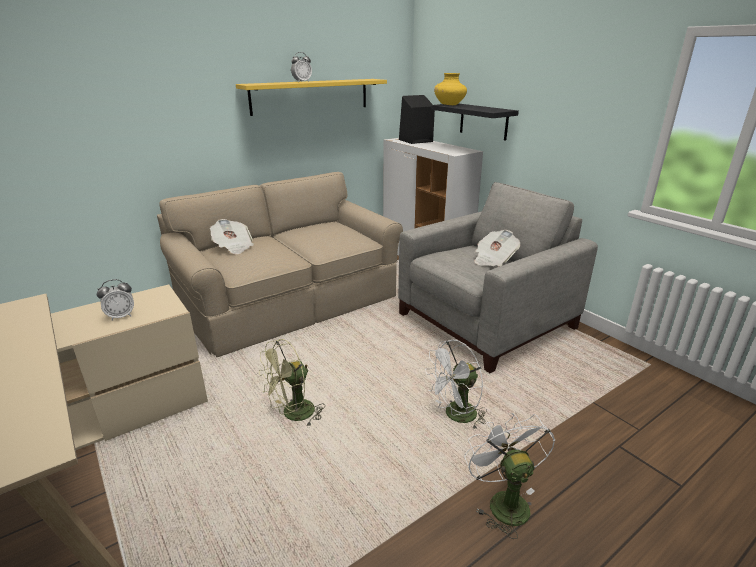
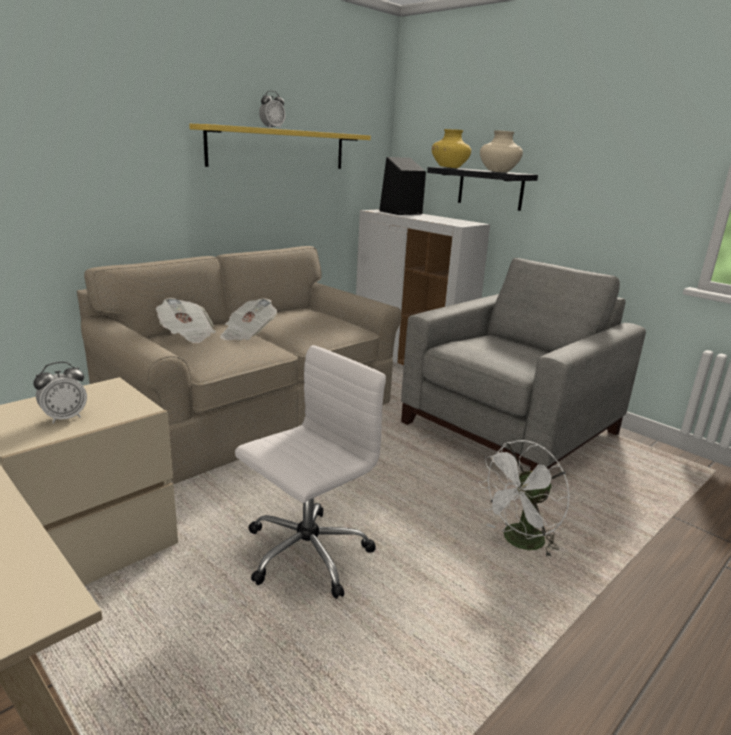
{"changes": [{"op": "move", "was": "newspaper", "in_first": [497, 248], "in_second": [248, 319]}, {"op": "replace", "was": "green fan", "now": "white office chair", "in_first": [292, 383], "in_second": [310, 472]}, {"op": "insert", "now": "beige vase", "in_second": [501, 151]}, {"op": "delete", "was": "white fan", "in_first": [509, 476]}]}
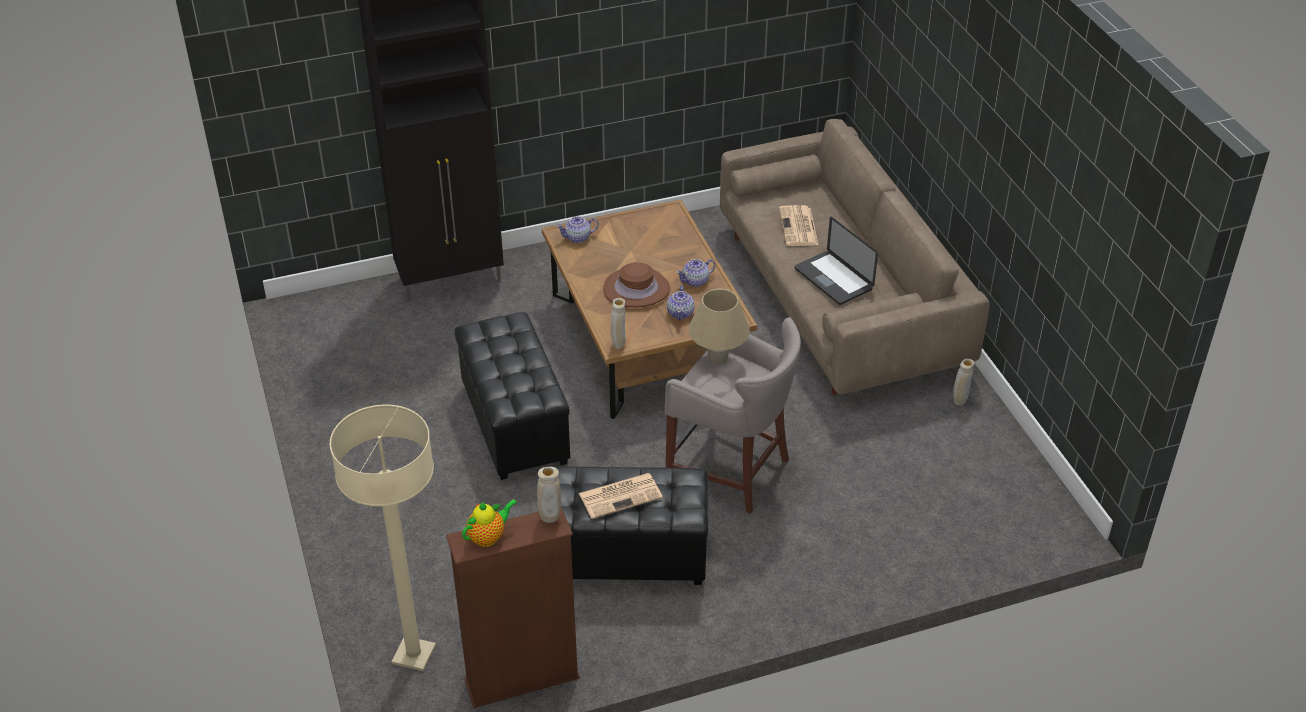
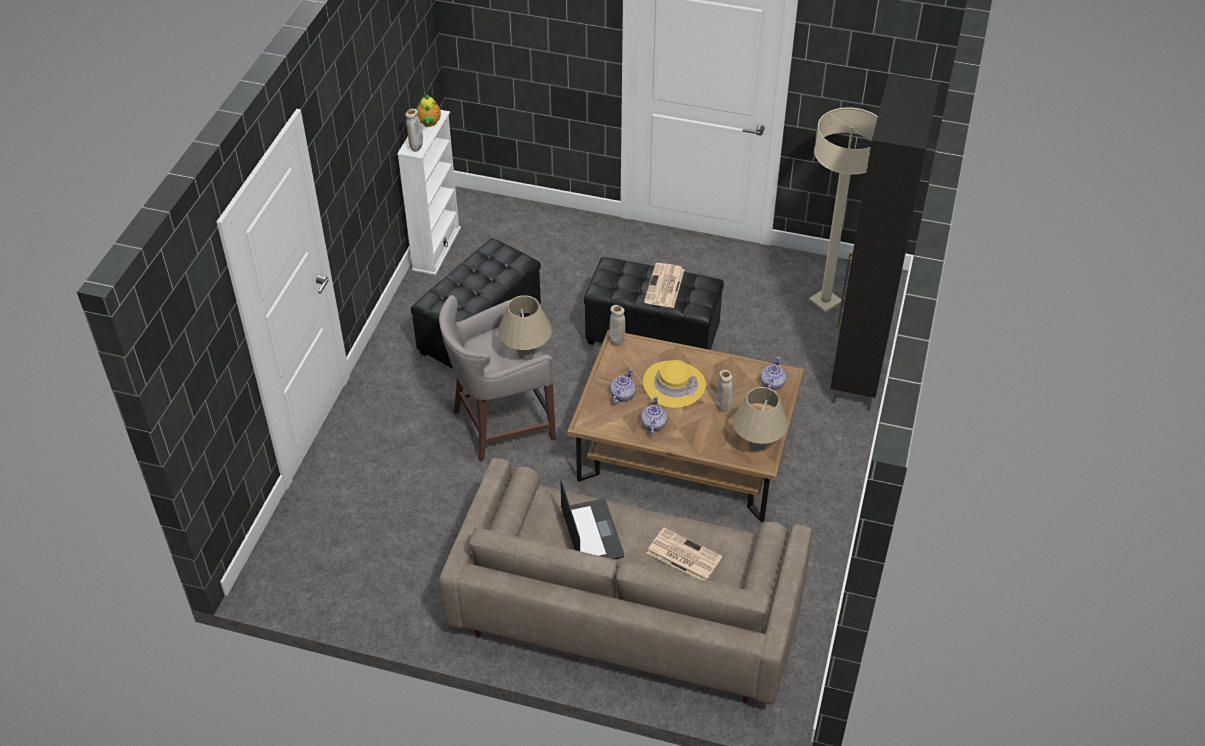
{"changes": [{"op": "recolor", "was": "brown bookcase", "now": "white bookcase", "in_first": [513, 607], "in_second": [429, 192]}, {"op": "rotate", "was": "laptop", "in_first": [836, 261], "in_second": [592, 520], "clockwise": 75}, {"op": "rotate", "was": "teapot", "in_first": [681, 302], "in_second": [623, 386], "clockwise": 75}, {"op": "recolor", "was": "brown hat", "now": "yellow hat", "in_first": [636, 284], "in_second": [674, 384]}, {"op": "move", "was": "newspaper", "in_first": [621, 496], "in_second": [664, 285]}, {"op": "move", "was": "beige vase", "in_first": [964, 382], "in_second": [724, 391]}, {"op": "insert", "now": "beige table lamp", "in_second": [760, 419]}, {"op": "move", "was": "beige floor lamp", "in_first": [383, 537], "in_second": [843, 210]}]}
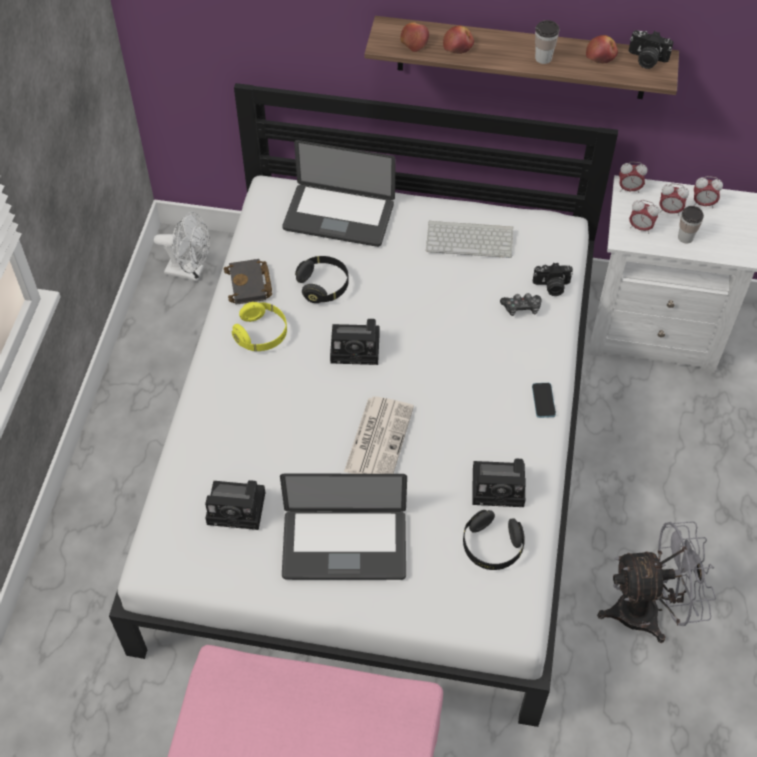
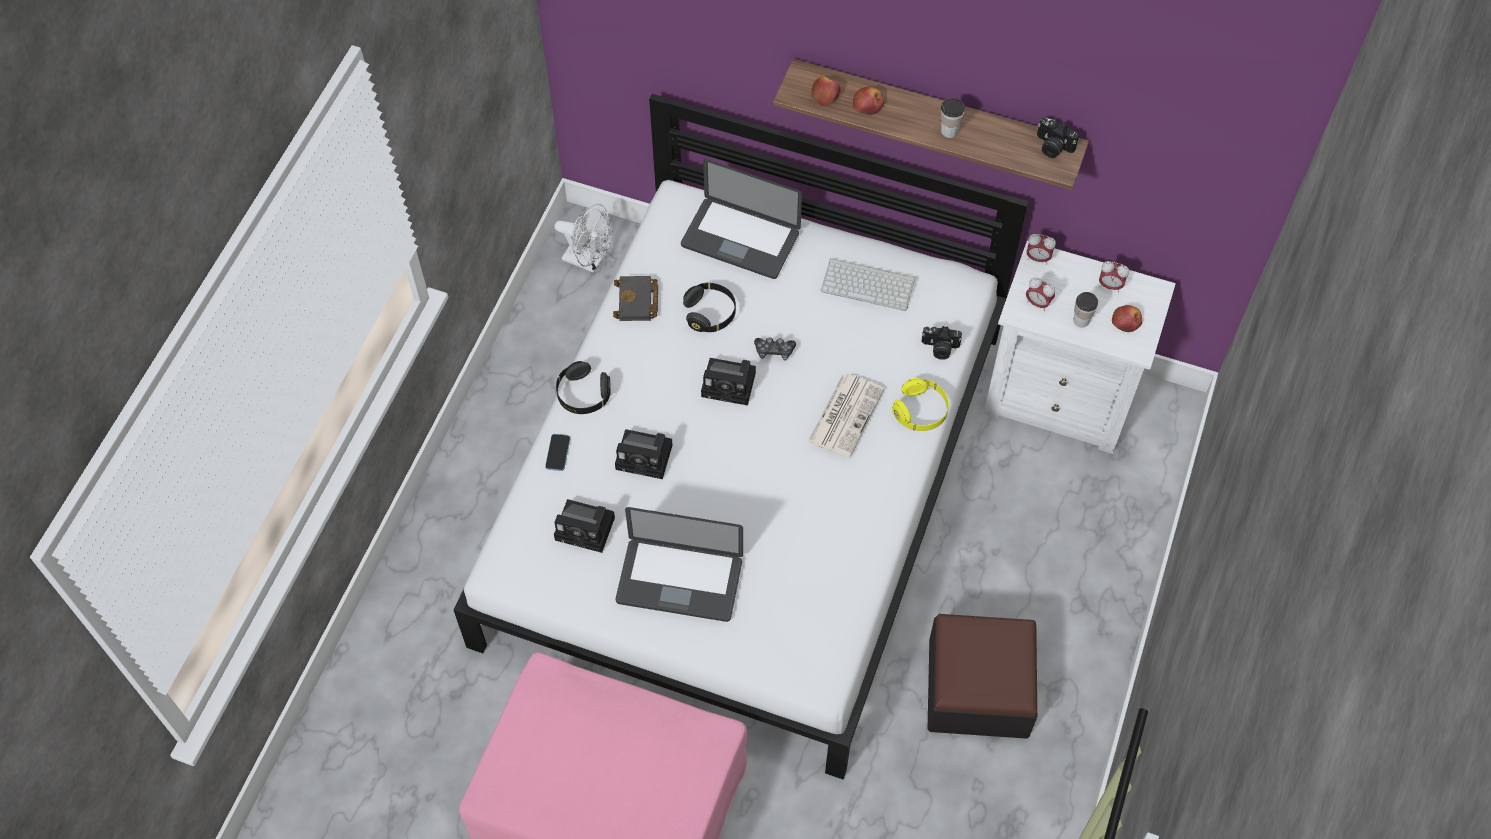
{"changes": [{"op": "move", "was": "phone", "in_first": [544, 400], "in_second": [557, 452]}, {"op": "move", "was": "black headphones", "in_first": [494, 540], "in_second": [583, 387]}, {"op": "move", "was": "photo camera", "in_first": [499, 483], "in_second": [643, 454]}, {"op": "move", "was": "game controller", "in_first": [520, 304], "in_second": [775, 348]}, {"op": "move", "was": "newspaper", "in_first": [379, 435], "in_second": [846, 416]}, {"op": "move", "was": "yellow headphones", "in_first": [259, 326], "in_second": [920, 404]}, {"op": "replace", "was": "grey fan", "now": "ottoman", "in_first": [656, 582], "in_second": [982, 676]}, {"op": "move", "was": "apple", "in_first": [602, 49], "in_second": [1127, 318]}, {"op": "delete", "was": "alarm clock", "in_first": [674, 199]}]}
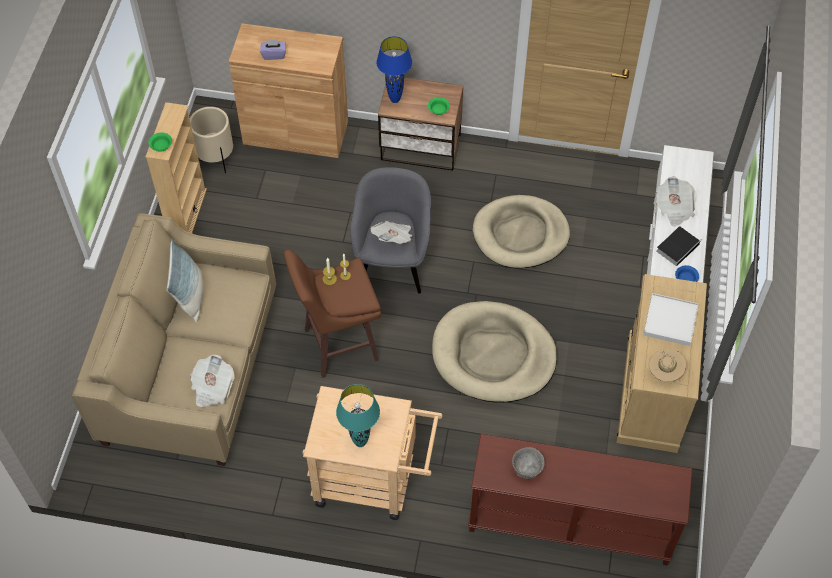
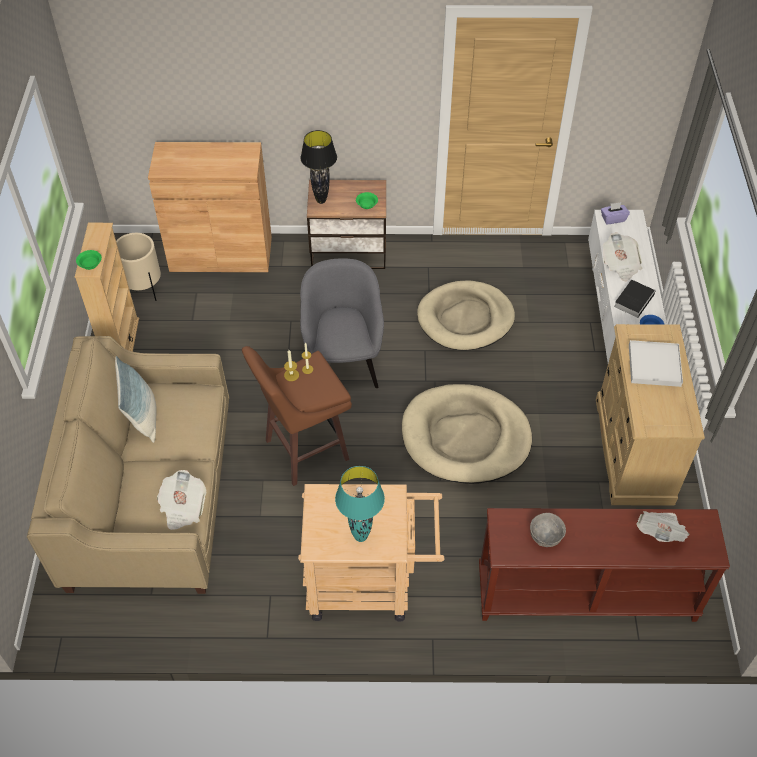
{"changes": [{"op": "recolor", "was": "blue table lamp", "now": "black table lamp", "in_first": [394, 69], "in_second": [319, 167]}, {"op": "move", "was": "purple tissue box", "in_first": [273, 49], "in_second": [615, 213]}, {"op": "move", "was": "newspaper", "in_first": [391, 232], "in_second": [663, 526]}, {"op": "delete", "was": "beige hat", "in_first": [667, 365]}]}
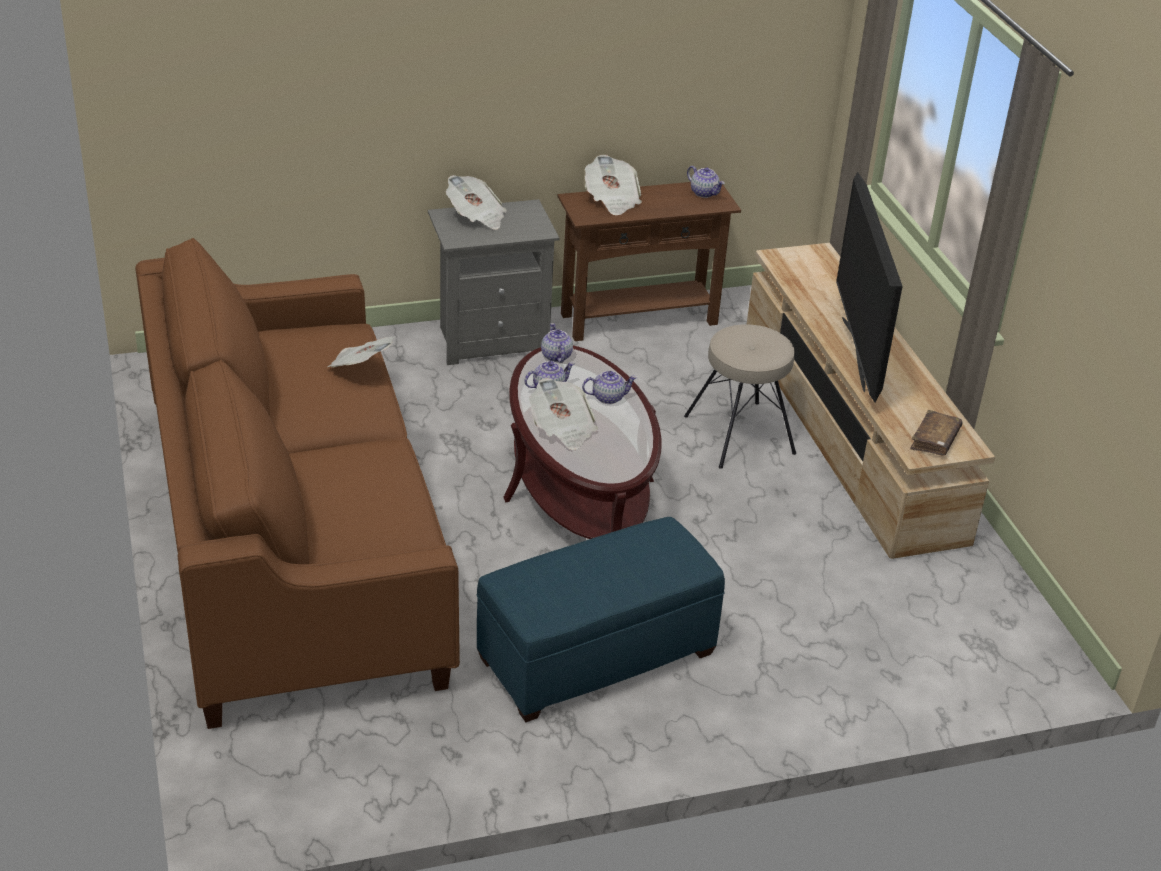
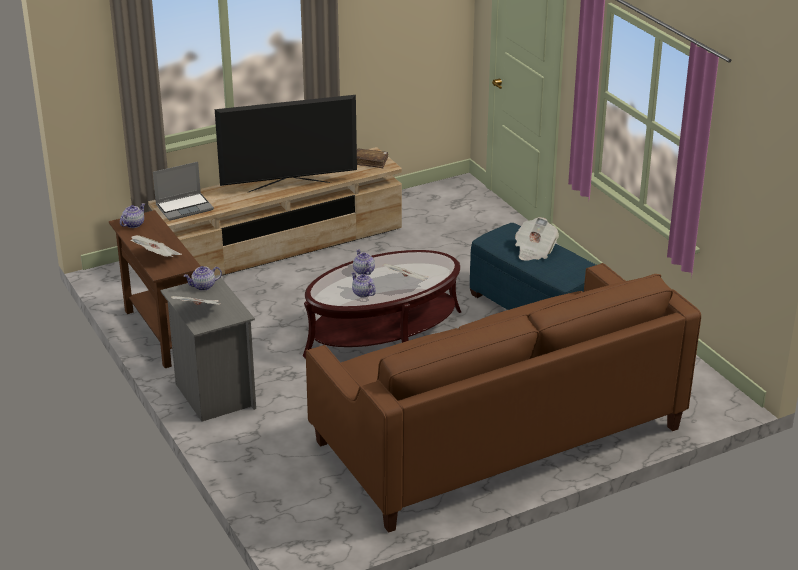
{"changes": [{"op": "insert", "now": "laptop", "in_second": [183, 191]}, {"op": "move", "was": "teapot", "in_first": [557, 343], "in_second": [203, 278]}, {"op": "move", "was": "newspaper", "in_first": [362, 351], "in_second": [537, 239]}, {"op": "delete", "was": "beige stool", "in_first": [740, 396]}]}
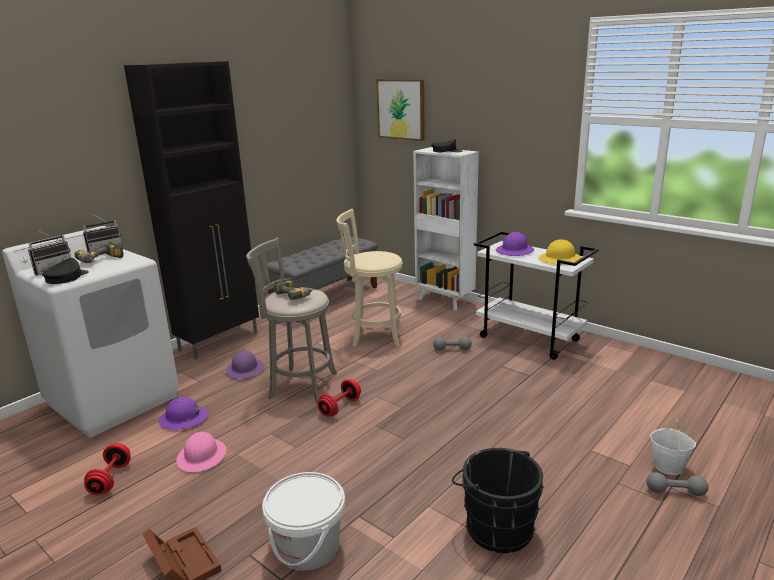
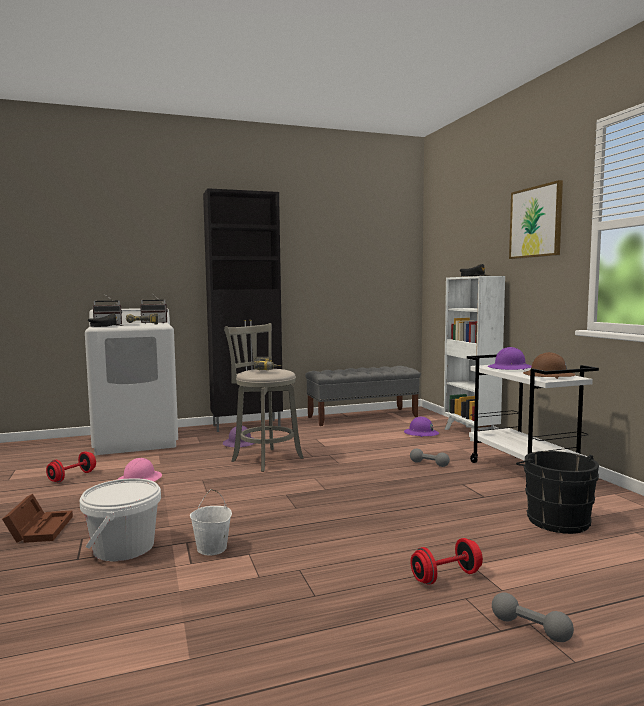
{"changes": [{"op": "move", "was": "white bucket", "in_first": [673, 447], "in_second": [211, 522]}, {"op": "move", "was": "purple hard hat", "in_first": [183, 413], "in_second": [421, 427]}, {"op": "move", "was": "red dumbbell", "in_first": [339, 397], "in_second": [446, 561]}, {"op": "move", "was": "picture", "in_first": [400, 110], "in_second": [536, 219]}, {"op": "move", "was": "black bucket", "in_first": [498, 500], "in_second": [557, 492]}, {"op": "recolor", "was": "yellow hard hat", "now": "brown hard hat", "in_first": [560, 252], "in_second": [549, 365]}, {"op": "delete", "was": "beige stool", "in_first": [369, 278]}]}
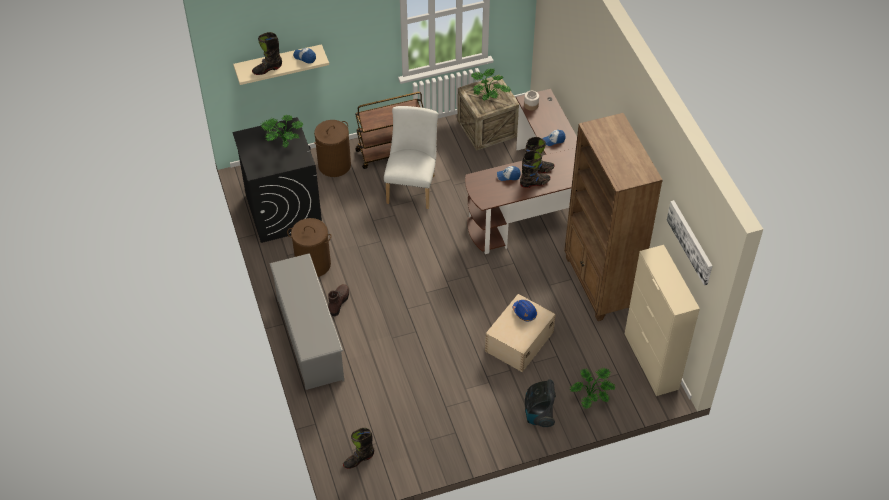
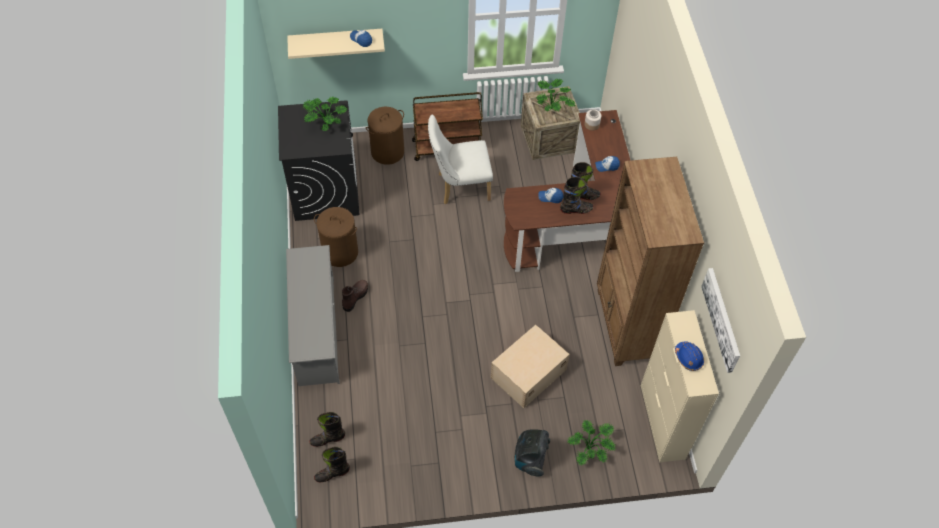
{"changes": [{"op": "move", "was": "black boot", "in_first": [267, 53], "in_second": [327, 429]}, {"op": "rotate", "was": "white chair", "in_first": [411, 157], "in_second": [460, 159], "clockwise": -120}, {"op": "move", "was": "blue hard hat", "in_first": [525, 311], "in_second": [689, 356]}]}
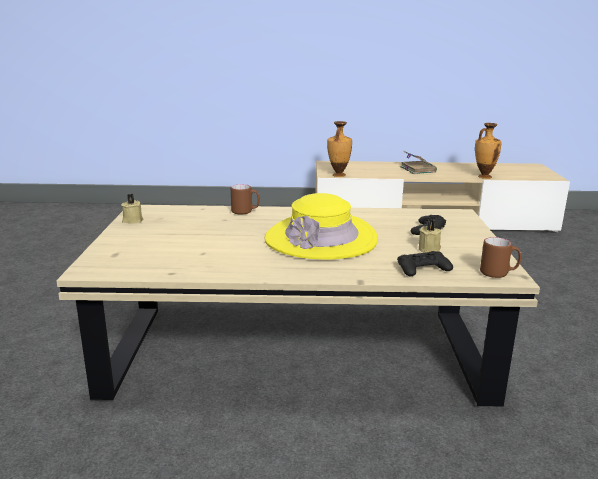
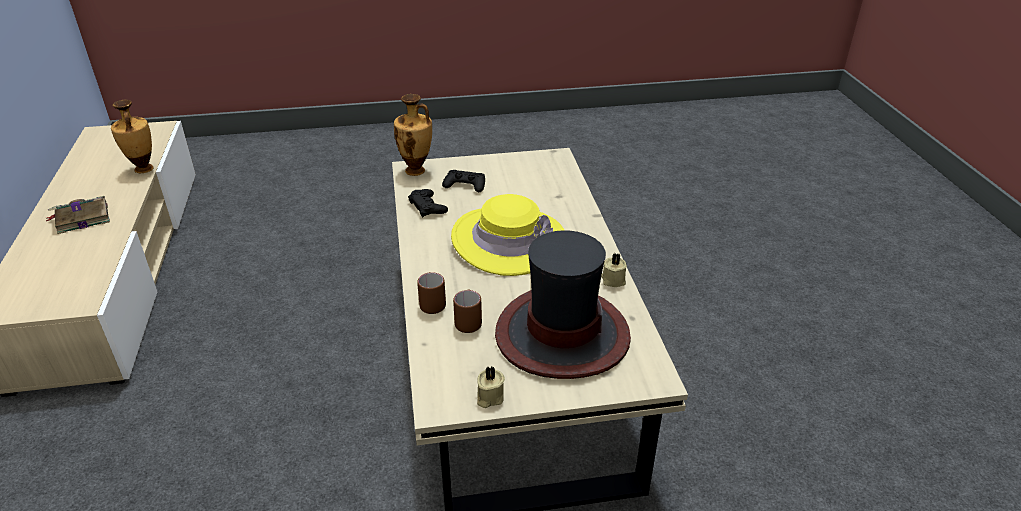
{"changes": [{"op": "move", "was": "vase", "in_first": [339, 149], "in_second": [413, 135]}, {"op": "move", "was": "black game controller", "in_first": [425, 264], "in_second": [428, 203]}, {"op": "move", "was": "brown mug", "in_first": [500, 257], "in_second": [467, 311]}, {"op": "insert", "now": "hat", "in_second": [563, 304]}, {"op": "move", "was": "beige candle", "in_first": [430, 236], "in_second": [614, 270]}]}
